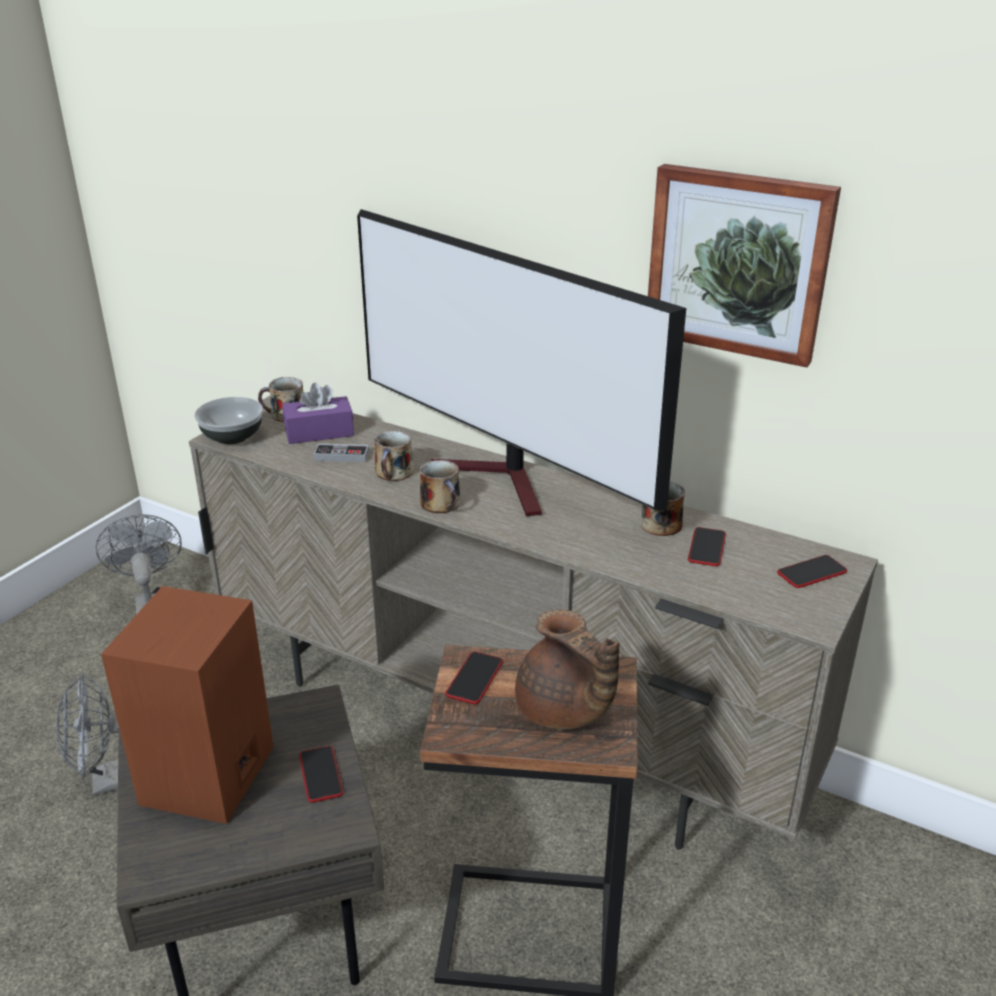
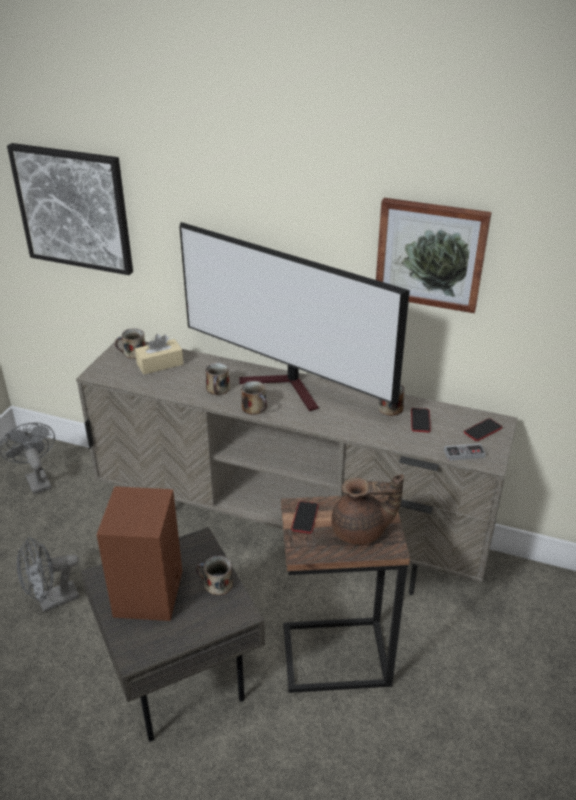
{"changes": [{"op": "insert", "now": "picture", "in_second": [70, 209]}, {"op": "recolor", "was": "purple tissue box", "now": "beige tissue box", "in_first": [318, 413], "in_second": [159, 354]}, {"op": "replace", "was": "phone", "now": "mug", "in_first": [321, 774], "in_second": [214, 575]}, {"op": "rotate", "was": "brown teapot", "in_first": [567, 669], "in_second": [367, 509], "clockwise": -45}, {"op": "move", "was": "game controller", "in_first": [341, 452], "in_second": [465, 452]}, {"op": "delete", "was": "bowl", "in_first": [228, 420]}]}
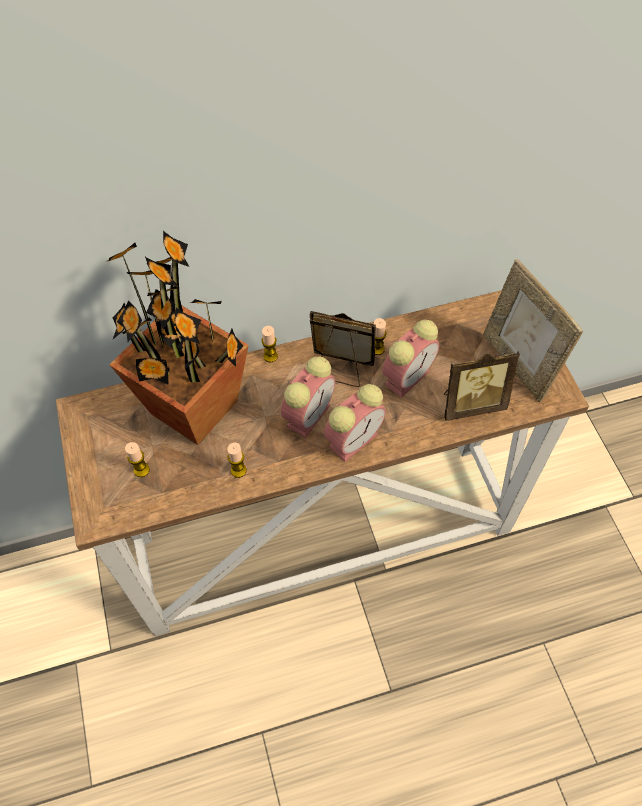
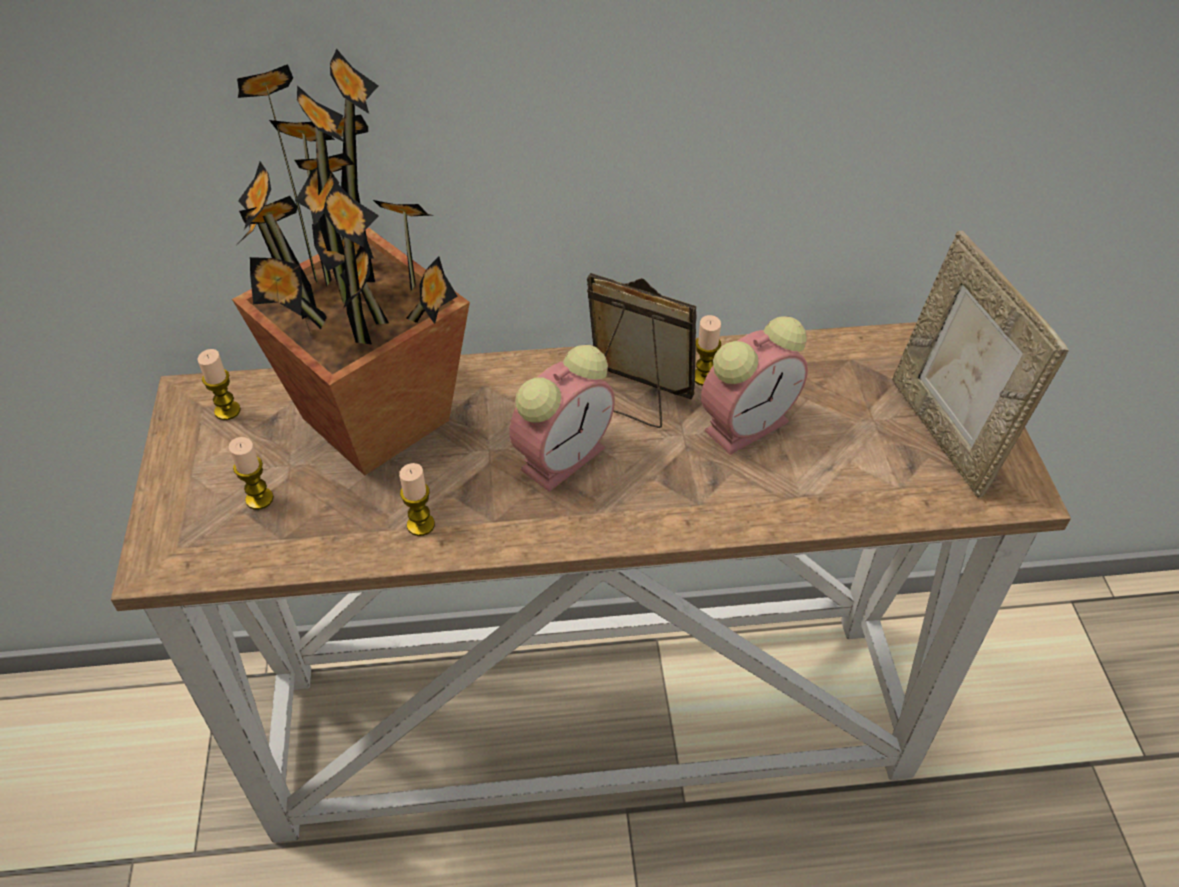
{"changes": [{"op": "move", "was": "candle", "in_first": [269, 344], "in_second": [219, 384]}, {"op": "delete", "was": "alarm clock", "in_first": [355, 423]}, {"op": "delete", "was": "picture frame", "in_first": [482, 386]}]}
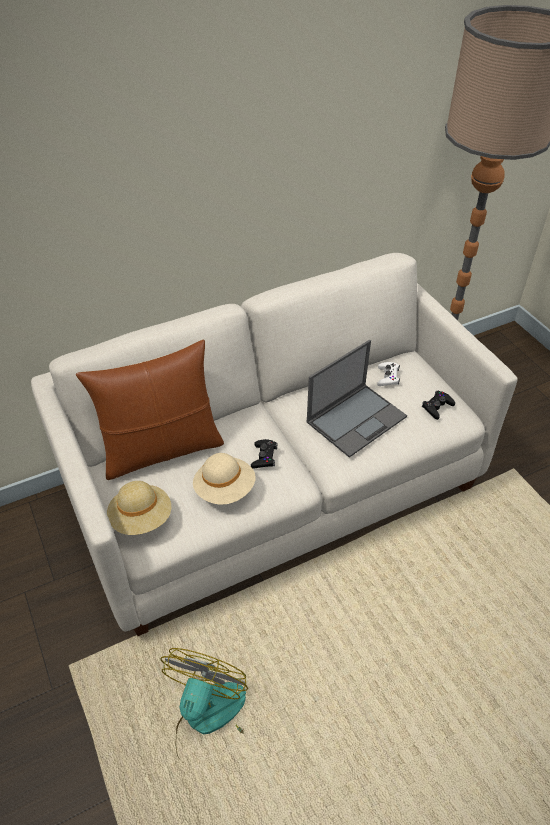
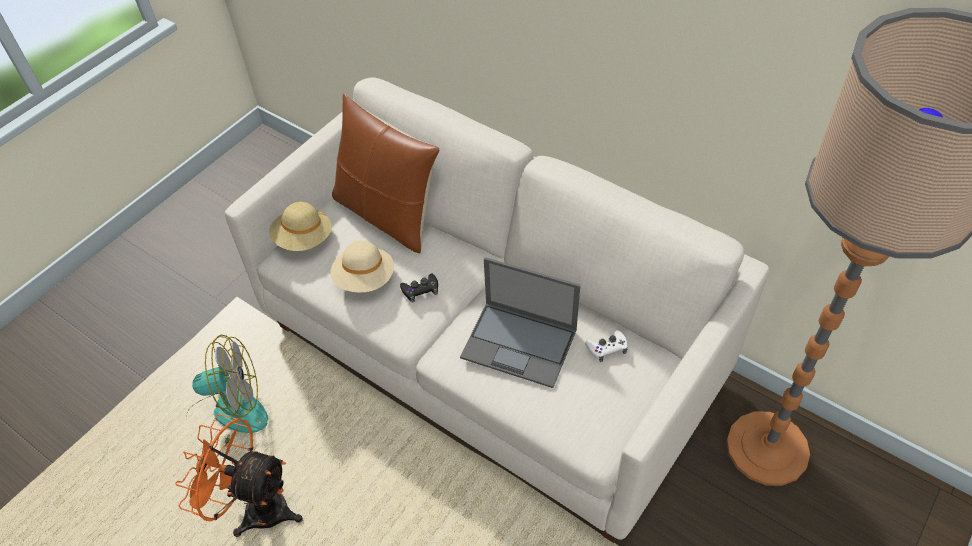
{"changes": [{"op": "insert", "now": "orange fan", "in_second": [239, 475]}, {"op": "delete", "was": "black game controller", "in_first": [438, 405]}]}
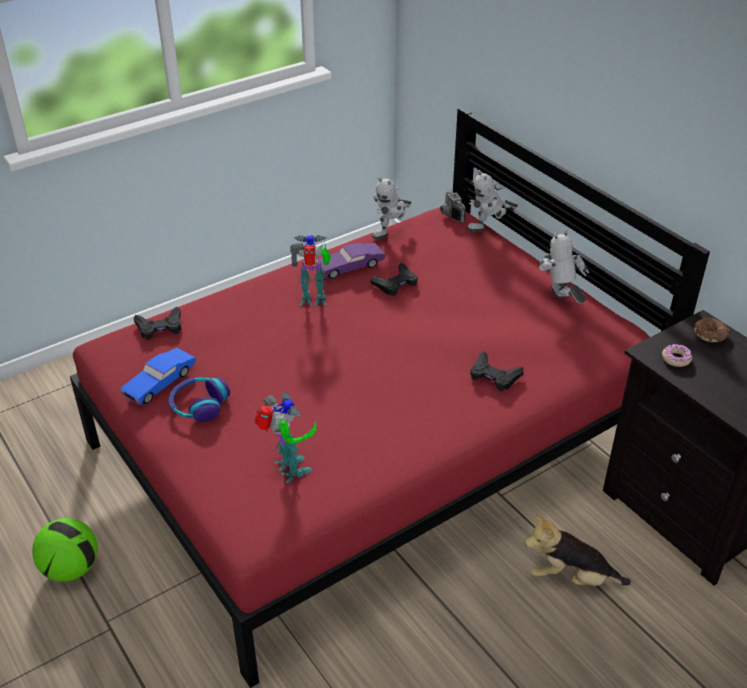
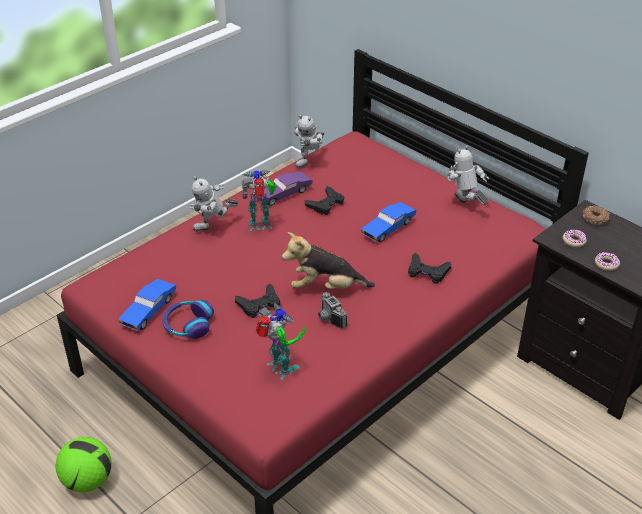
{"changes": [{"op": "move", "was": "toy robot", "in_first": [492, 200], "in_second": [214, 204]}, {"op": "move", "was": "black game controller", "in_first": [157, 323], "in_second": [257, 300]}, {"op": "move", "was": "plush toy", "in_first": [578, 550], "in_second": [328, 260]}, {"op": "move", "was": "photo camera", "in_first": [453, 206], "in_second": [332, 310]}, {"op": "insert", "now": "blue toy car", "in_second": [388, 222]}, {"op": "insert", "now": "donut", "in_second": [607, 261]}]}
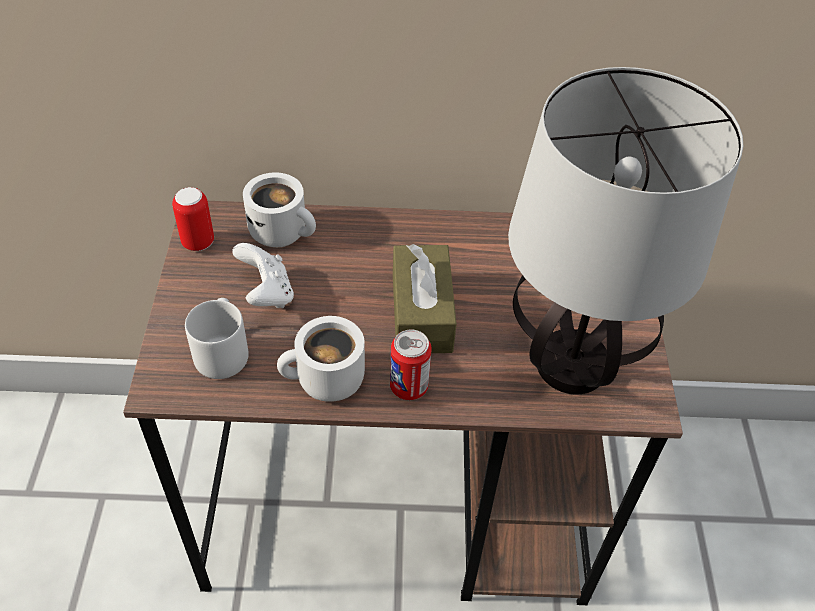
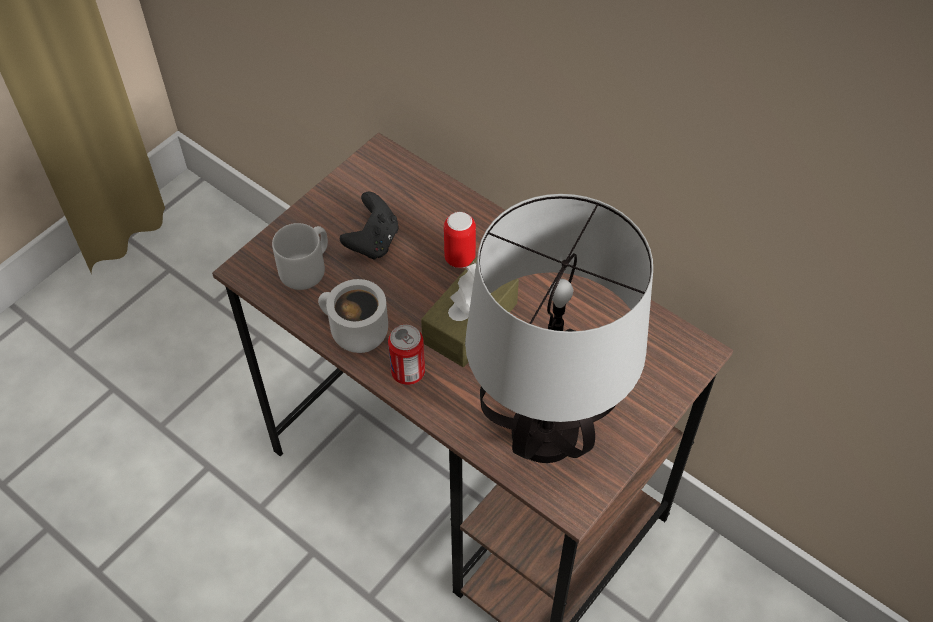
{"changes": [{"op": "recolor", "was": "white game controller", "now": "black game controller", "in_first": [263, 275], "in_second": [369, 226]}, {"op": "move", "was": "can", "in_first": [193, 219], "in_second": [460, 240]}, {"op": "delete", "was": "white mug", "in_first": [279, 210]}]}
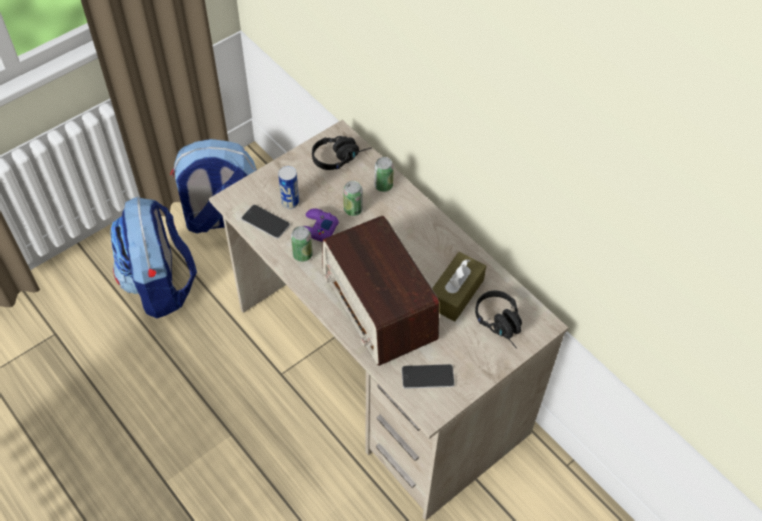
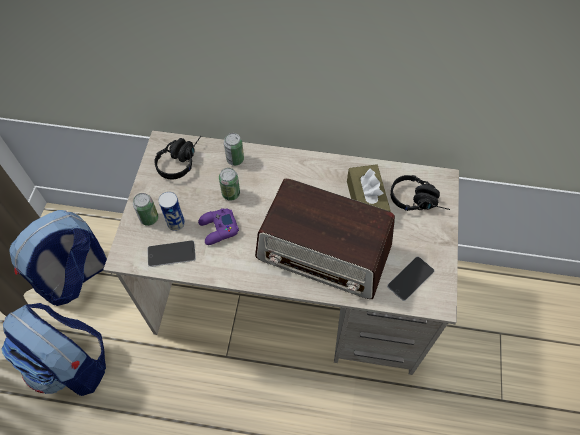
{"changes": [{"op": "move", "was": "can", "in_first": [302, 244], "in_second": [145, 209]}]}
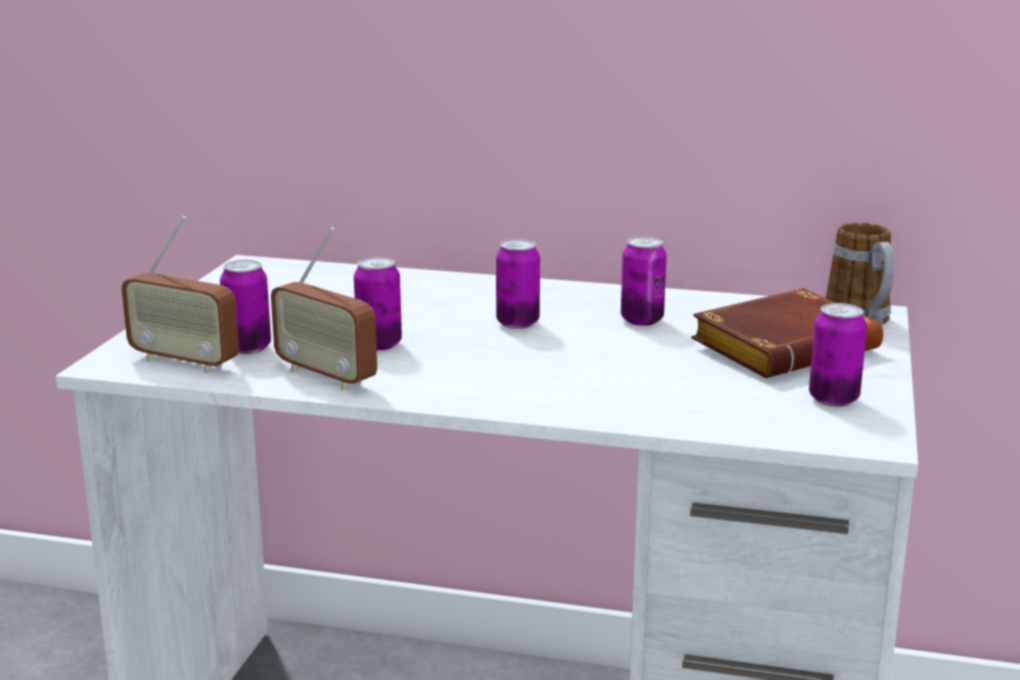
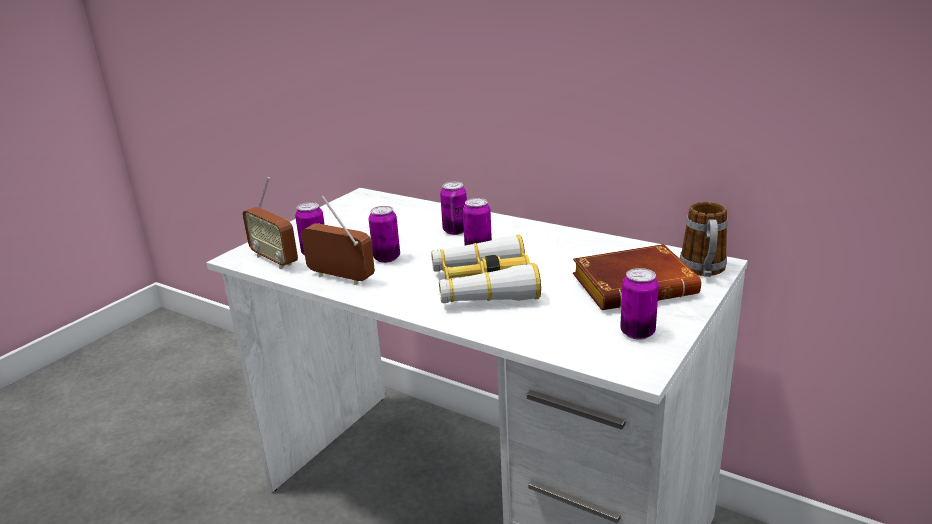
{"changes": [{"op": "rotate", "was": "radio", "in_first": [324, 308], "in_second": [338, 240], "clockwise": 150}, {"op": "insert", "now": "binoculars", "in_second": [486, 269]}, {"op": "move", "was": "can", "in_first": [644, 281], "in_second": [453, 208]}]}
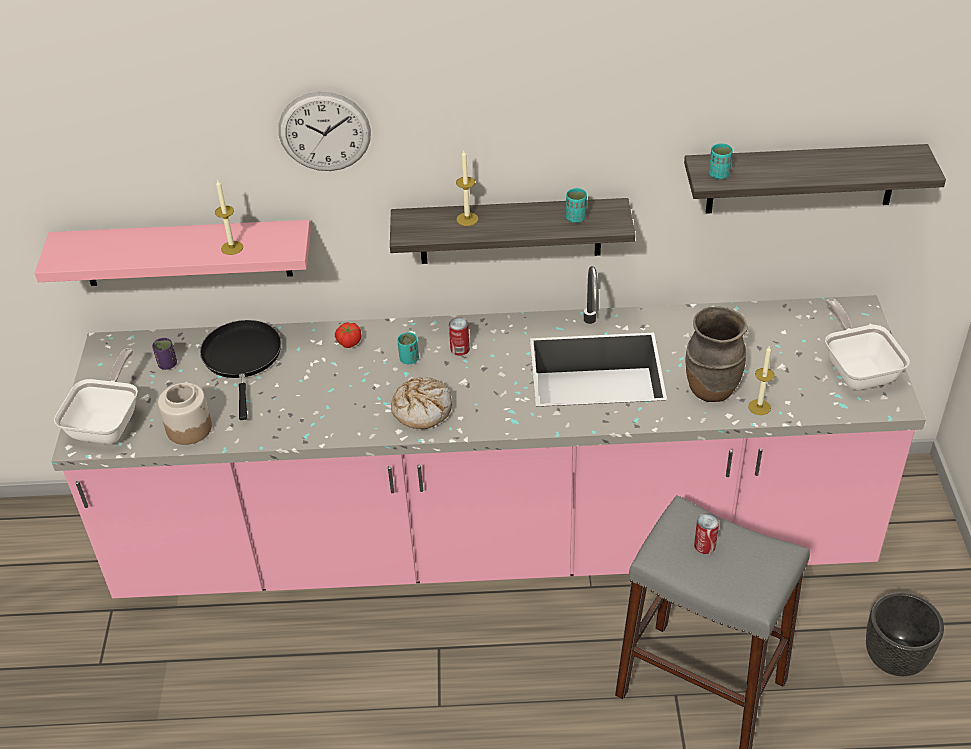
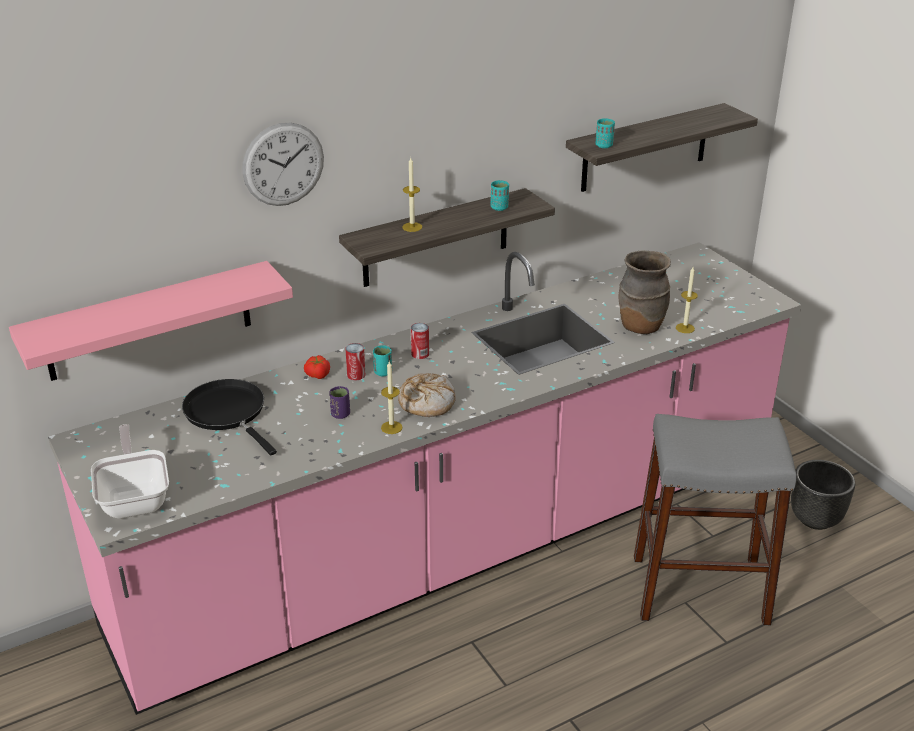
{"changes": [{"op": "move", "was": "purple cup", "in_first": [164, 354], "in_second": [339, 402]}, {"op": "move", "was": "can", "in_first": [706, 533], "in_second": [355, 362]}, {"op": "move", "was": "candle", "in_first": [229, 217], "in_second": [391, 397]}, {"op": "delete", "was": "jar", "in_first": [185, 414]}, {"op": "delete", "was": "frying pan", "in_first": [867, 344]}]}
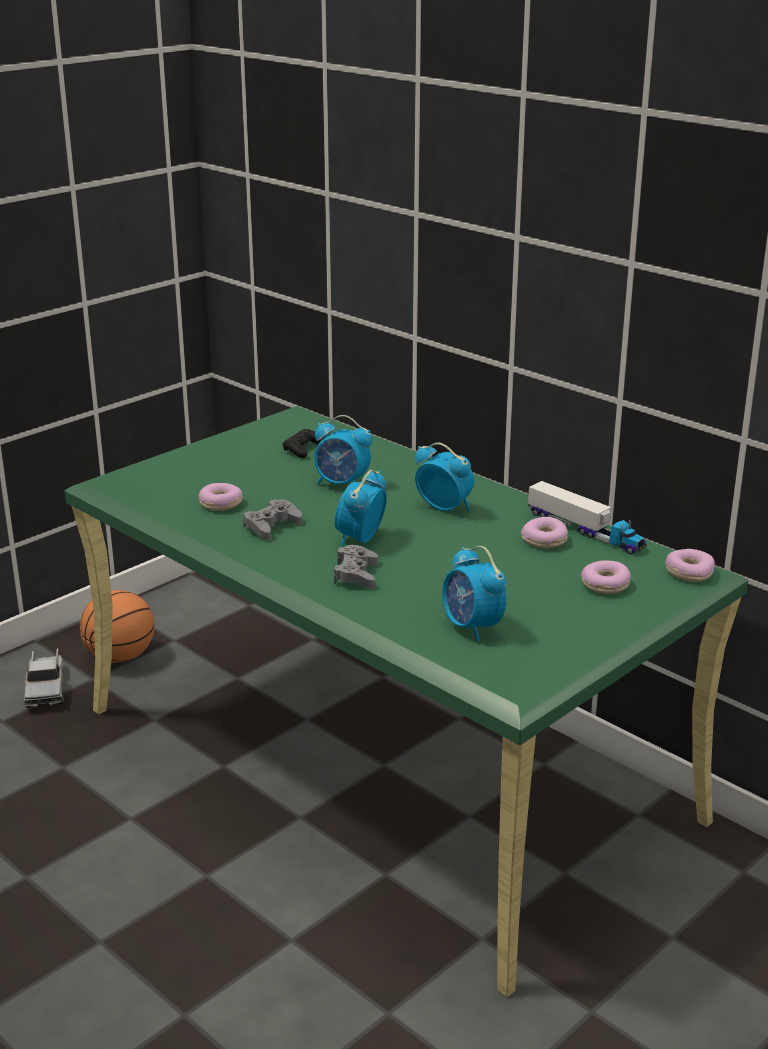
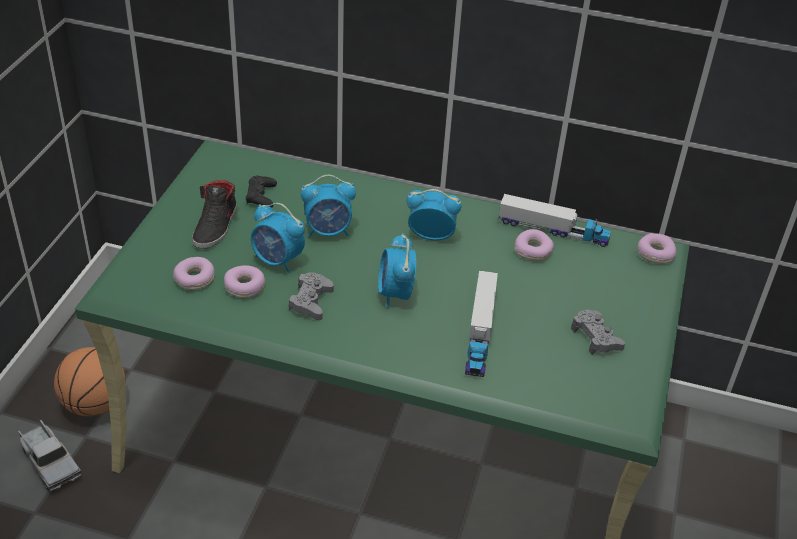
{"changes": [{"op": "move", "was": "donut", "in_first": [606, 577], "in_second": [193, 273]}, {"op": "insert", "now": "black shoe", "in_second": [214, 214]}, {"op": "move", "was": "alarm clock", "in_first": [474, 593], "in_second": [278, 238]}, {"op": "insert", "now": "toy truck", "in_second": [481, 324]}, {"op": "move", "was": "grey game controller", "in_first": [356, 567], "in_second": [598, 332]}]}
